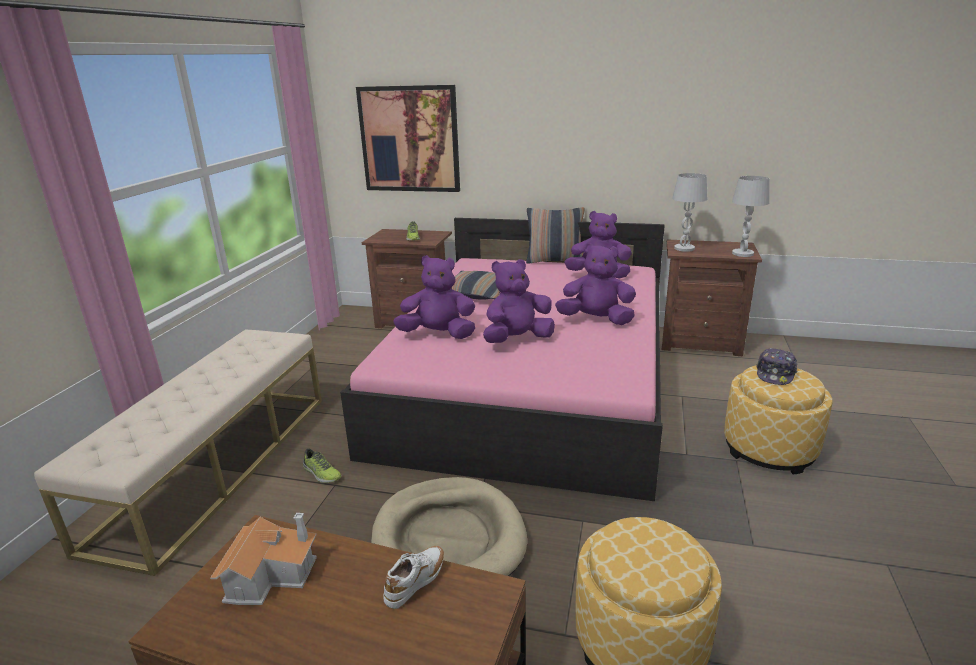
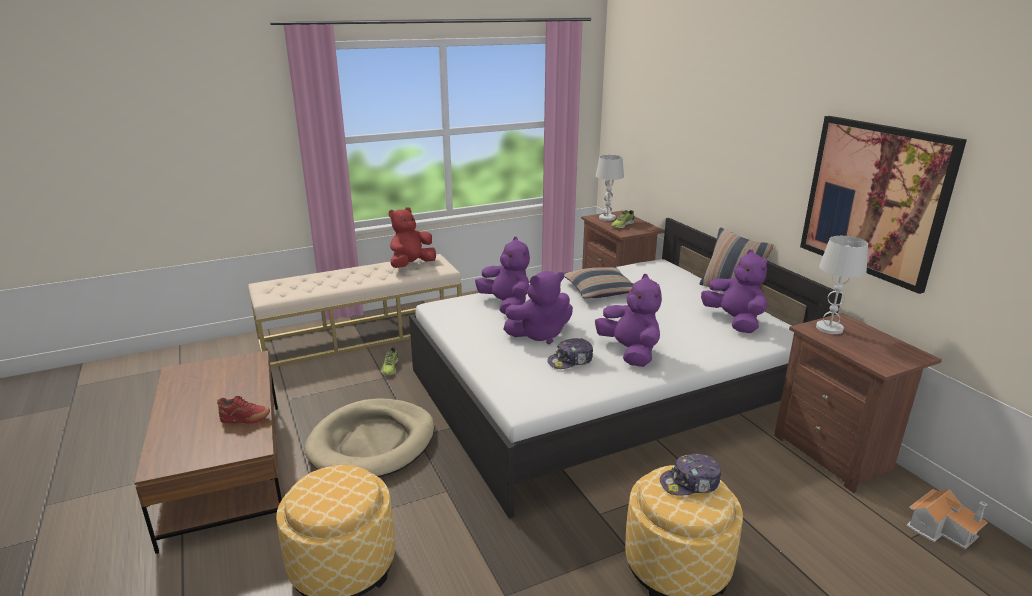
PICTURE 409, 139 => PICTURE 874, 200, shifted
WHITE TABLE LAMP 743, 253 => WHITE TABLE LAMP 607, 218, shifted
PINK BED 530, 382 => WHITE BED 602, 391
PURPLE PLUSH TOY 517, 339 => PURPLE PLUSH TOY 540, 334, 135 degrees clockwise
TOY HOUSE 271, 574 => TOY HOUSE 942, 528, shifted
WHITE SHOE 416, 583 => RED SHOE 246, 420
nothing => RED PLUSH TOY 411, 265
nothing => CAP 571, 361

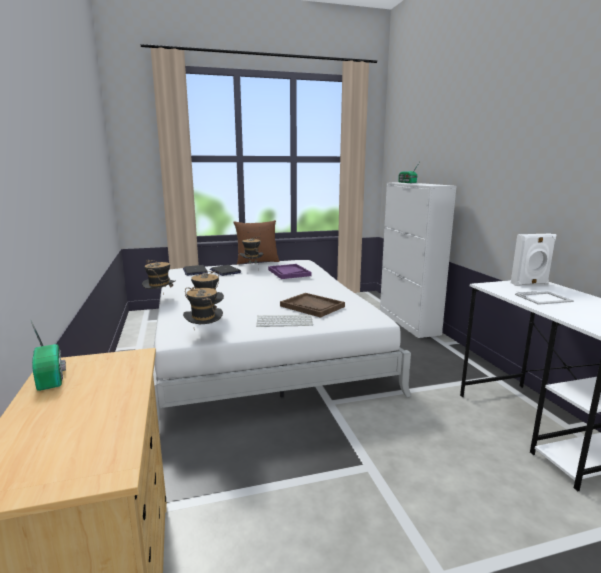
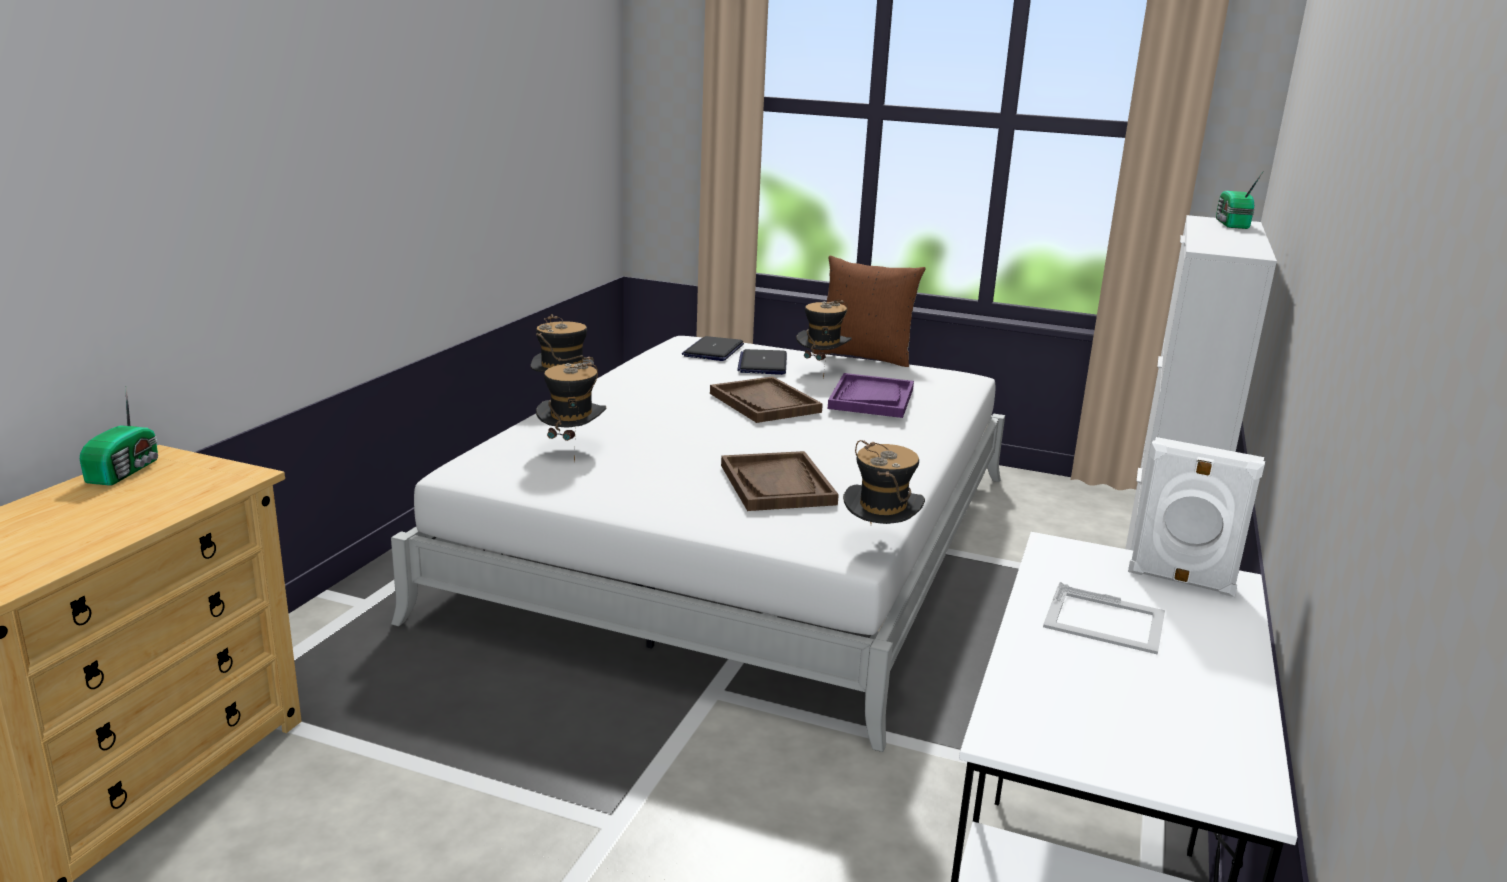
HAT 204, 336 => HAT 879, 544, shifted
KEYBOARD 285, 321 => nothing
nothing => BROWN TRAY 765, 403

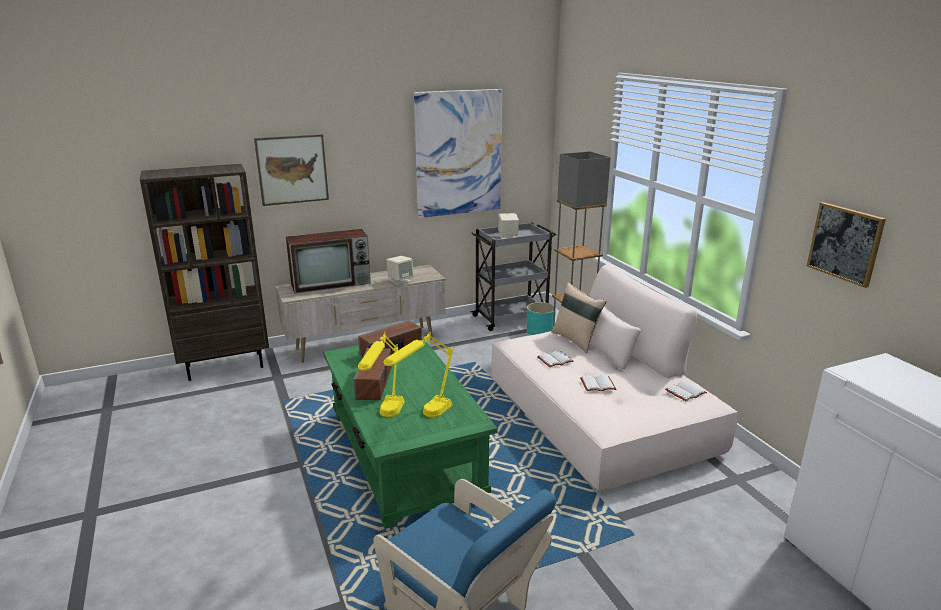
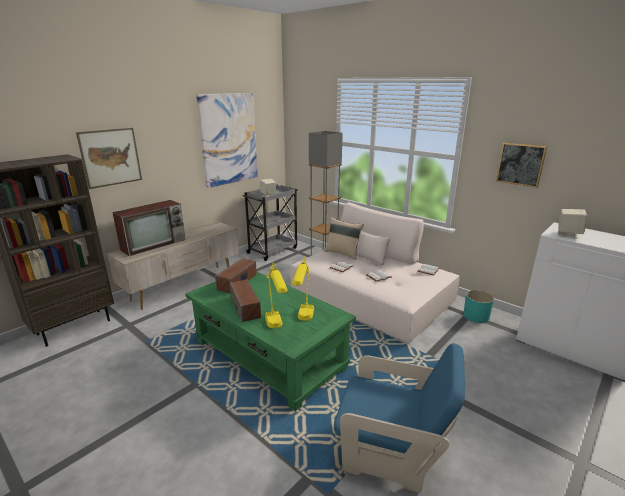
BEIGE SPEAKER 400, 281 => BEIGE SPEAKER 568, 234, shifted
TURQUOISE PLANTER 540, 331 => TURQUOISE PLANTER 476, 316, shifted

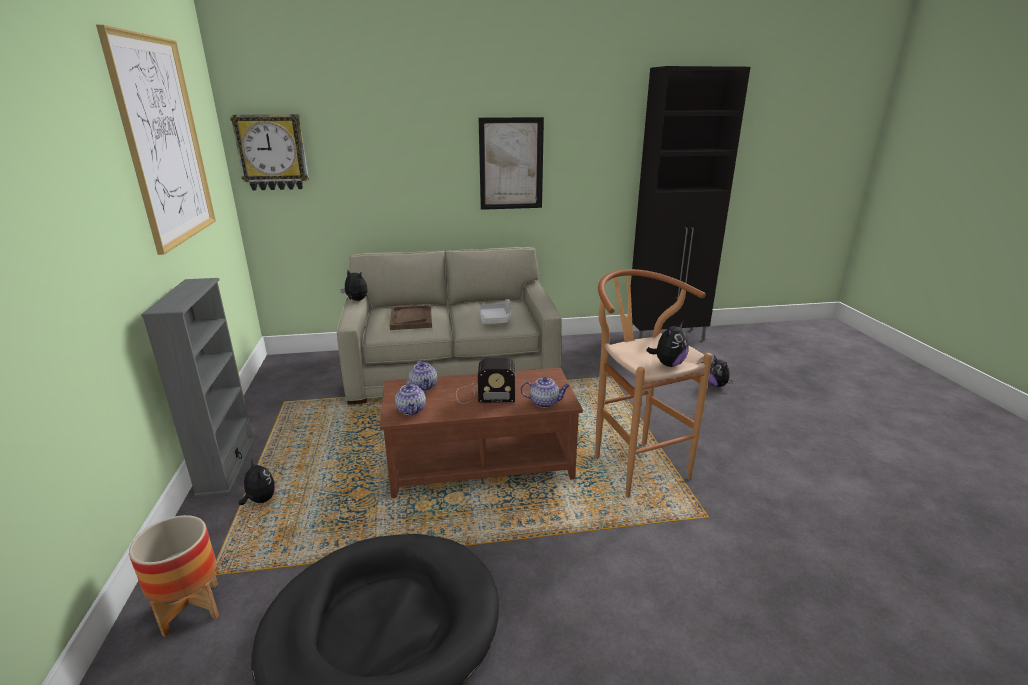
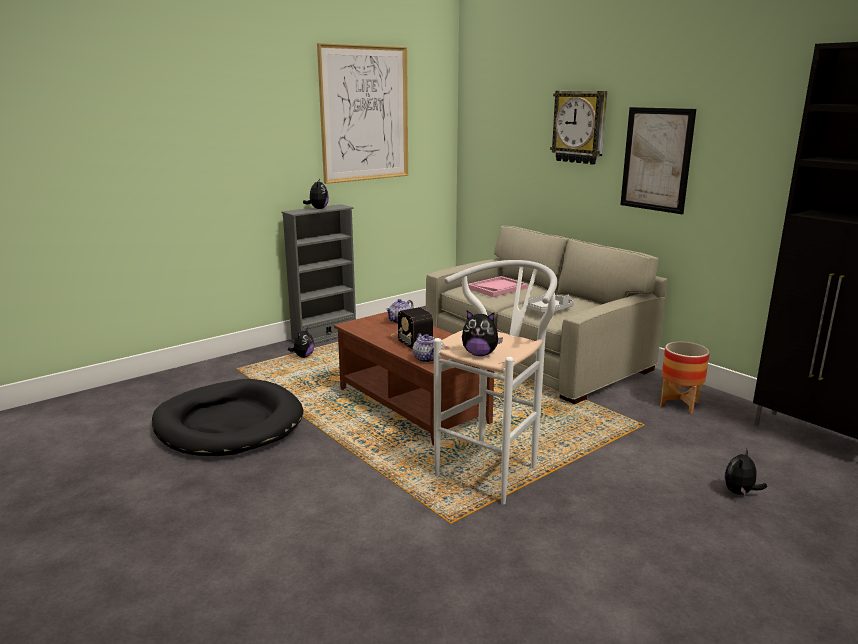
WALL CLOCK 272, 152 => WALL CLOCK 579, 127, shifted
PLUSH TOY 356, 300 => PLUSH TOY 318, 209, shifted
BROWN STOOL 633, 463 => WHITE STOOL 494, 469
BROWN TRAY 411, 319 => PINK TRAY 497, 288
TEAPOT 411, 410 => nothing
PLANTER 192, 608 => PLANTER 680, 404, shifted

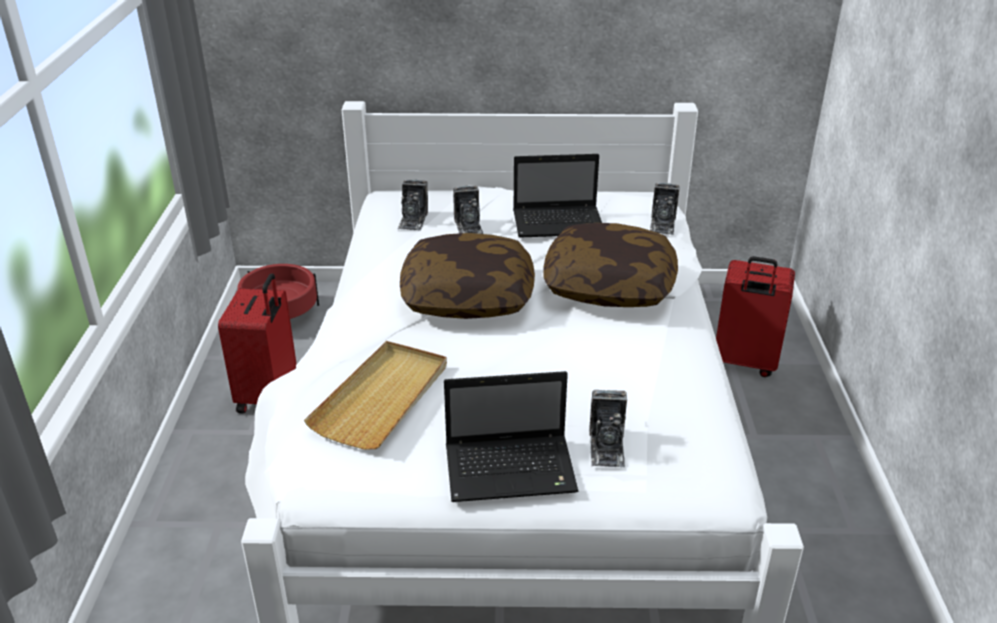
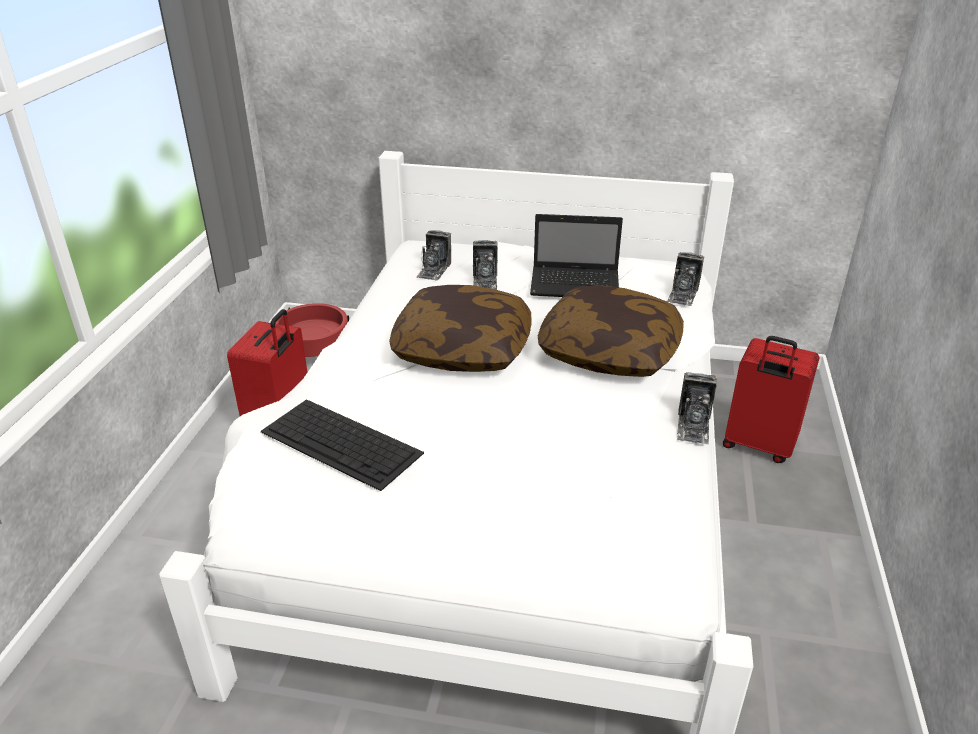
BEIGE TRAY 382, 398 => KEYBOARD 342, 443
LAPTOP 513, 469 => nothing
PHOTO CAMERA 607, 446 => PHOTO CAMERA 693, 425, shifted

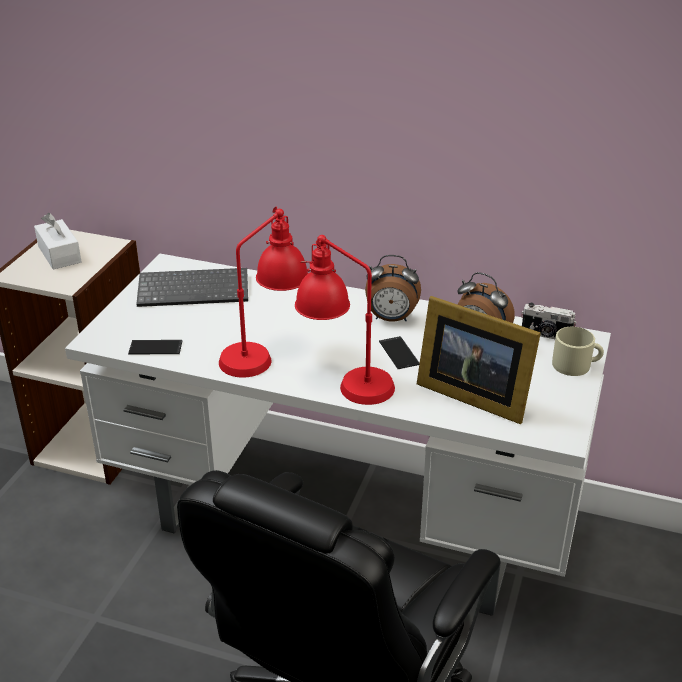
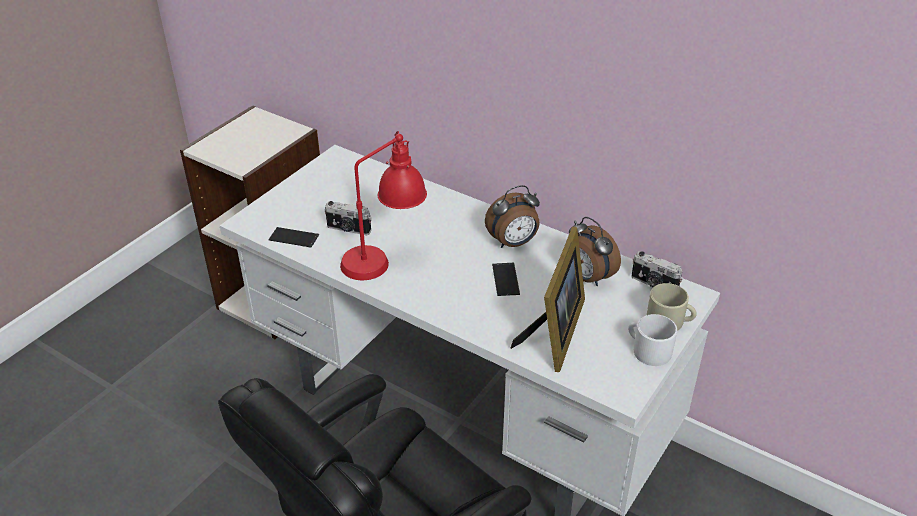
WHITE TISSUE BOX 59, 254 => nothing
RED TABLE LAMP 344, 383 => nothing
ALARM CLOCK 391, 319 => ALARM CLOCK 513, 243, 45 degrees counterclockwise
KEYBOARD 195, 289 => nothing
PICTURE FRAME 471, 394 => PICTURE FRAME 555, 333, 120 degrees counterclockwise
nothing => PHOTO CAMERA 348, 229
nothing => WHITE MUG 647, 350

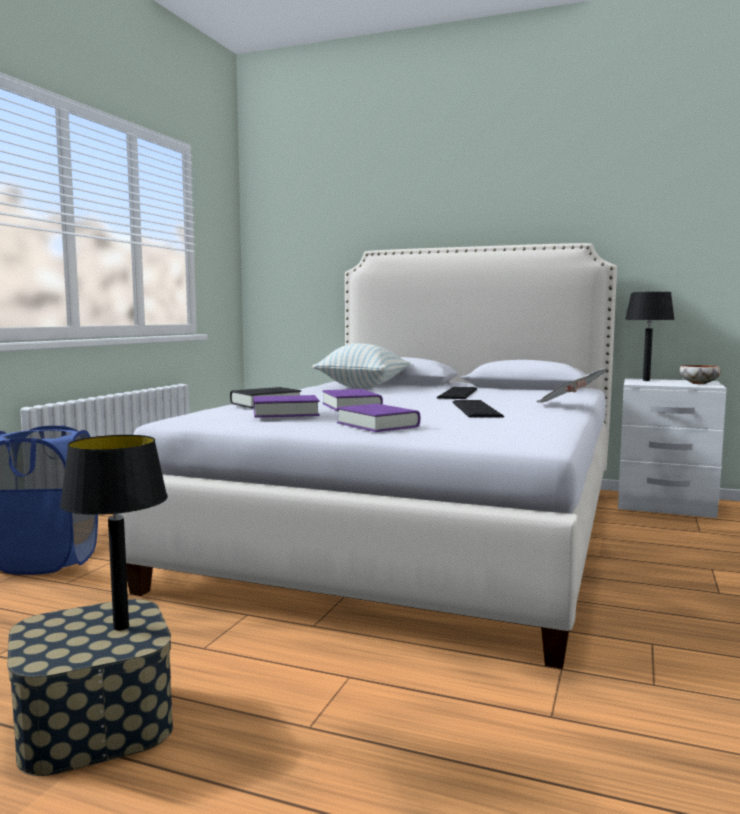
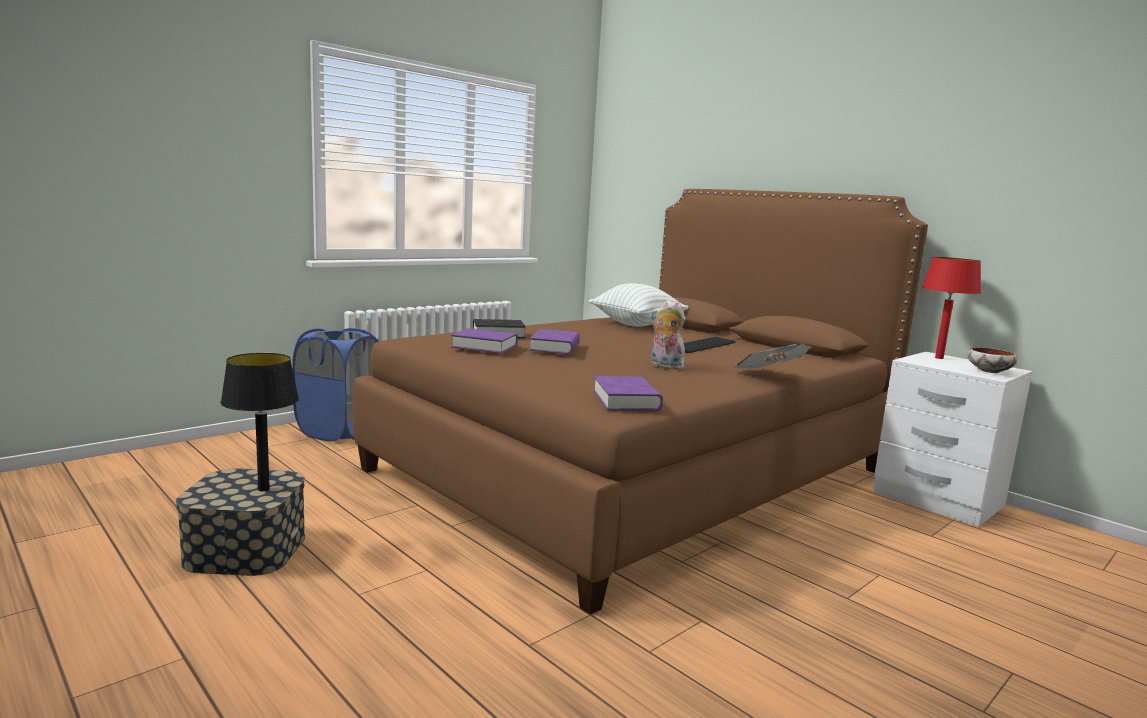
WHITE BED 416, 531 => BROWN BED 635, 469
BLACK TABLE LAMP 646, 380 => RED TABLE LAMP 938, 358
KEYBOARD 478, 409 => PLUSH TOY 664, 366
PURPLE BOOK 377, 425 => PURPLE BOOK 626, 400, shifted

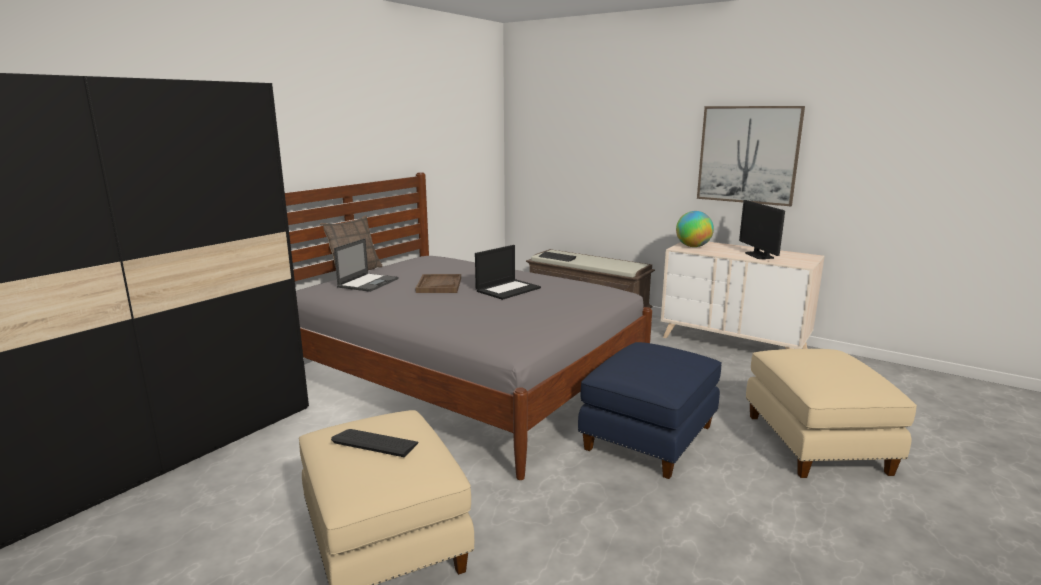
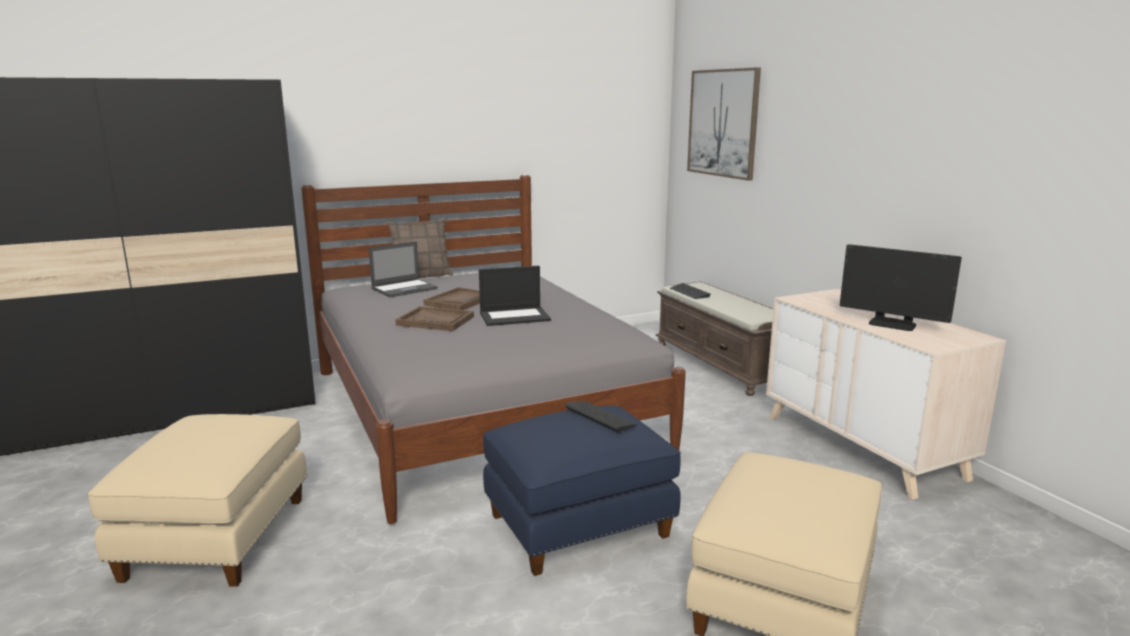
PICTURE 748, 155 => PICTURE 723, 123, shifted
MONITOR 759, 255 => MONITOR 892, 324, 75 degrees counterclockwise
GLOBE 693, 246 => nothing
KEYBOARD 375, 443 => KEYBOARD 600, 417, shifted
nothing => BROWN TRAY 435, 321

